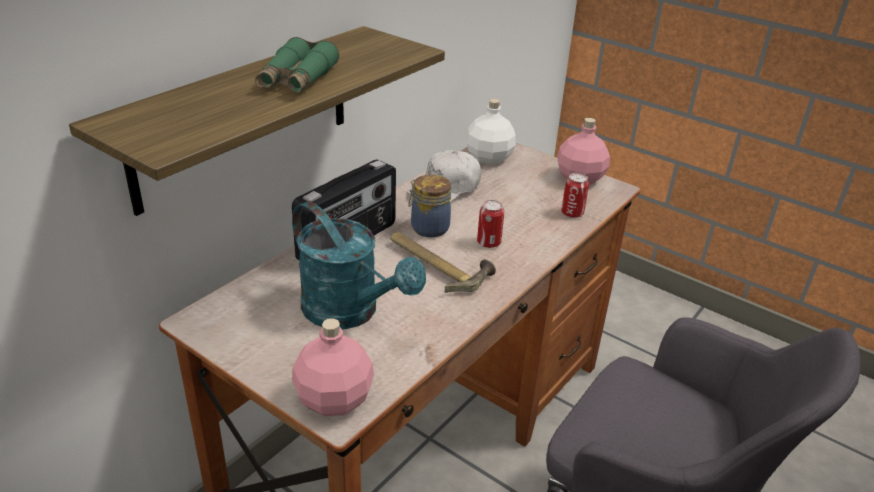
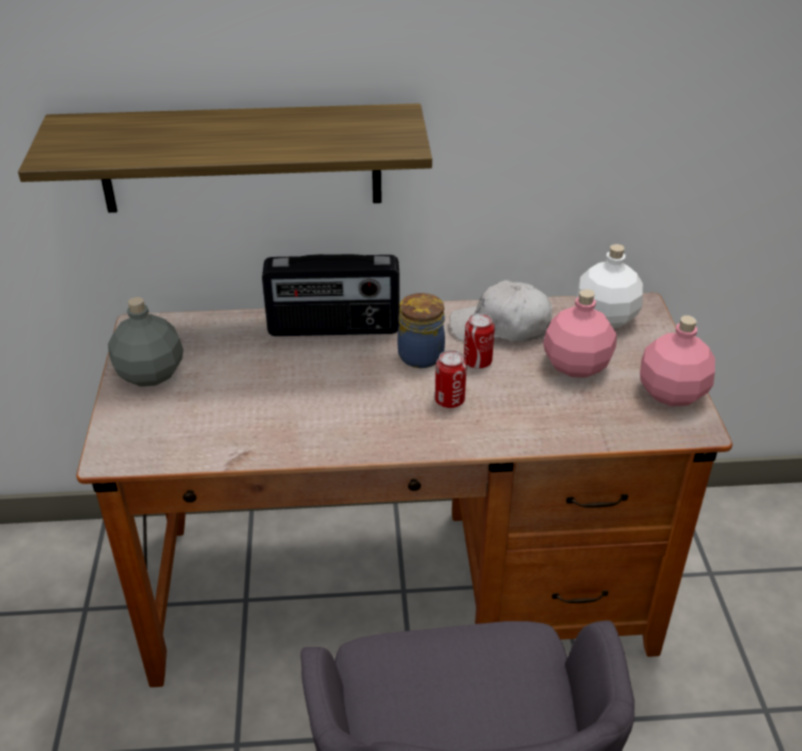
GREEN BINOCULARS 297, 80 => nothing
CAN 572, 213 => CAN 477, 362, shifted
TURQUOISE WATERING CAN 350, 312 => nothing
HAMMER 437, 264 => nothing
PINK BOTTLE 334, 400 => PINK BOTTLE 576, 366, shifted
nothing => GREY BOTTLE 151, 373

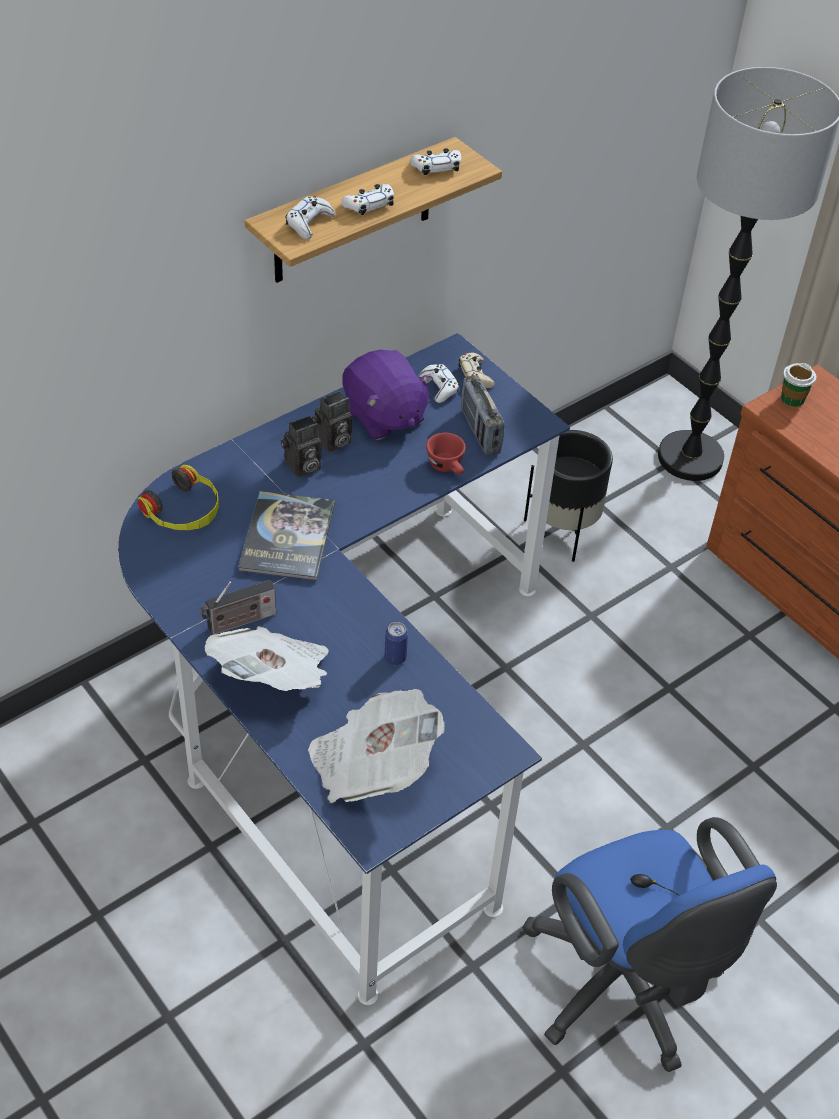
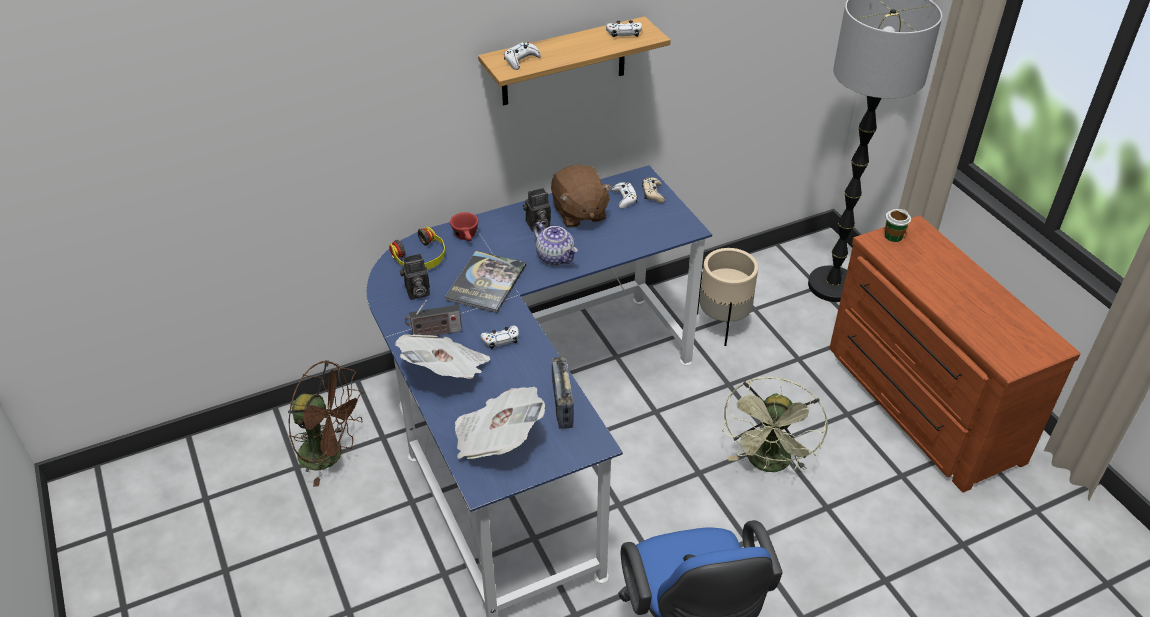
WHITE GAME CONTROLLER 369, 205 => WHITE GAME CONTROLLER 500, 340, shifted
PURPLE PLUSH TOY 384, 416 => BROWN PLUSH TOY 579, 213
RADIO 480, 432 => RADIO 562, 405, shifted
PHOTO CAMERA 302, 467 => PHOTO CAMERA 416, 292, shifted
BLACK PLANTER 564, 531 => BEIGE PLANTER 723, 324
RED CUP 448, 467 => RED CUP 466, 237, shifted
CAN 395, 658 => nothing
nothing => TEAPOT 556, 257
nothing => BROWN FAN 330, 455
nothing => GREEN FAN 769, 464

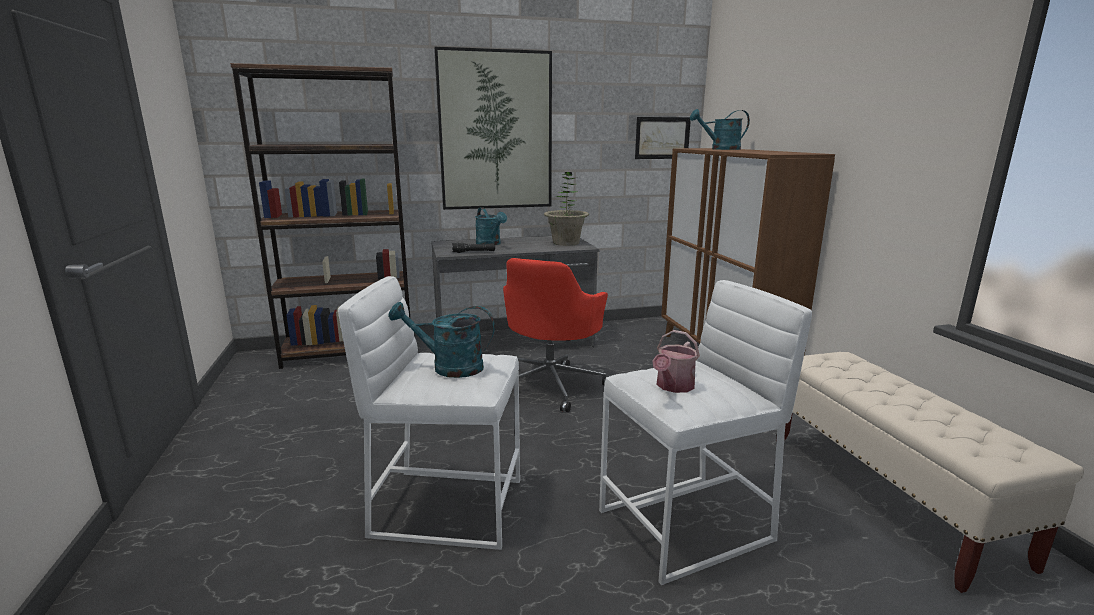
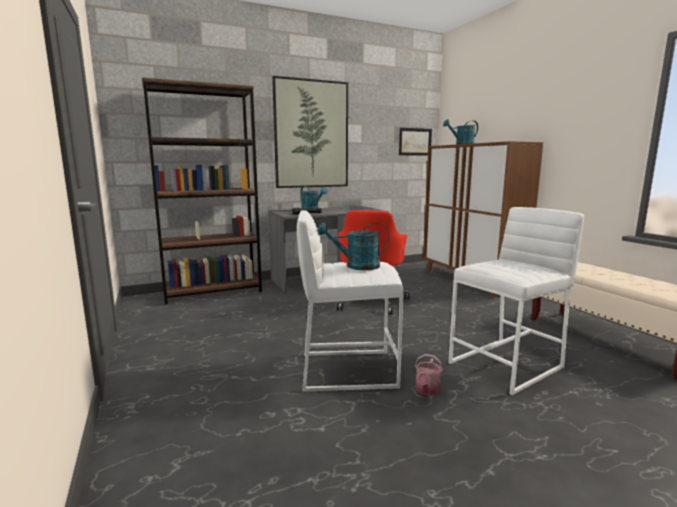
POTTED PLANT 566, 243 => nothing
WATERING CAN 673, 386 => WATERING CAN 426, 390, shifted

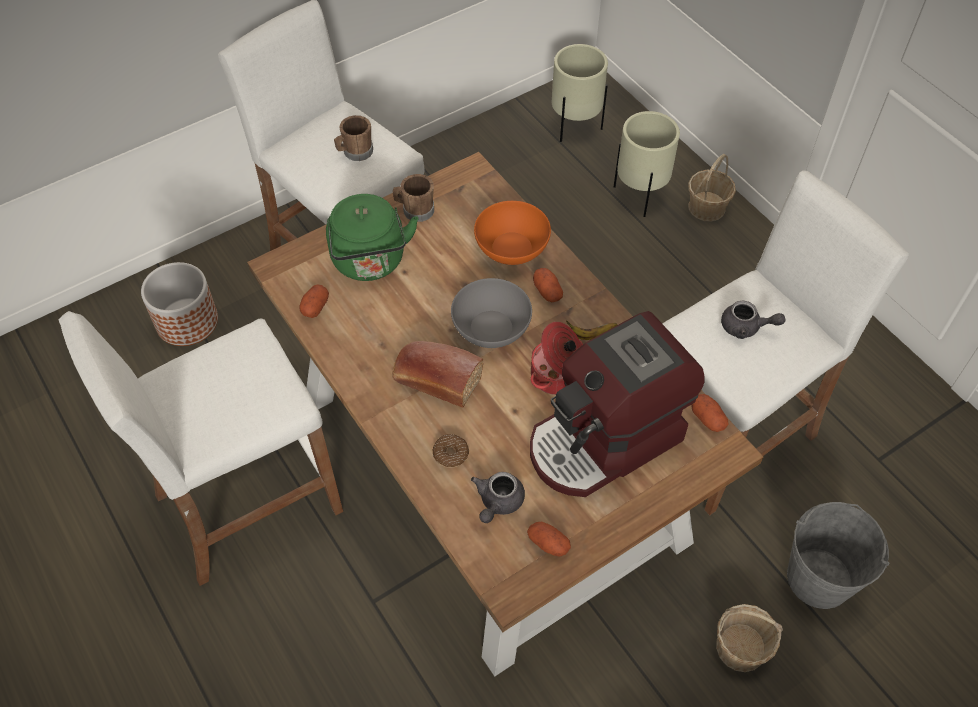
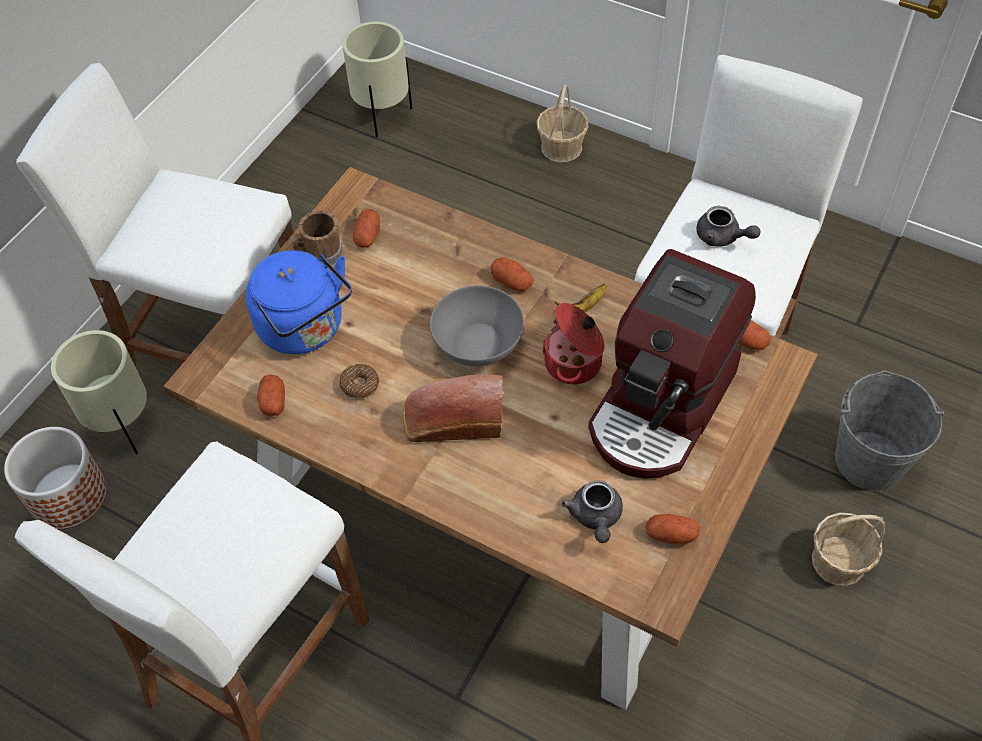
BEIGE PLANTER 639, 195 => BEIGE PLANTER 123, 426, shifted
BROWN MUG 355, 152 => nothing
GREEN KETTLE 370, 262 => BLUE KETTLE 305, 329
ORANGE BOWL 512, 248 => nothing
GREY TEAPOT 746, 327 => GREY TEAPOT 722, 237, 45 degrees clockwise
DONUT 450, 454 => DONUT 360, 385, shifted
nothing => POTATO 368, 236

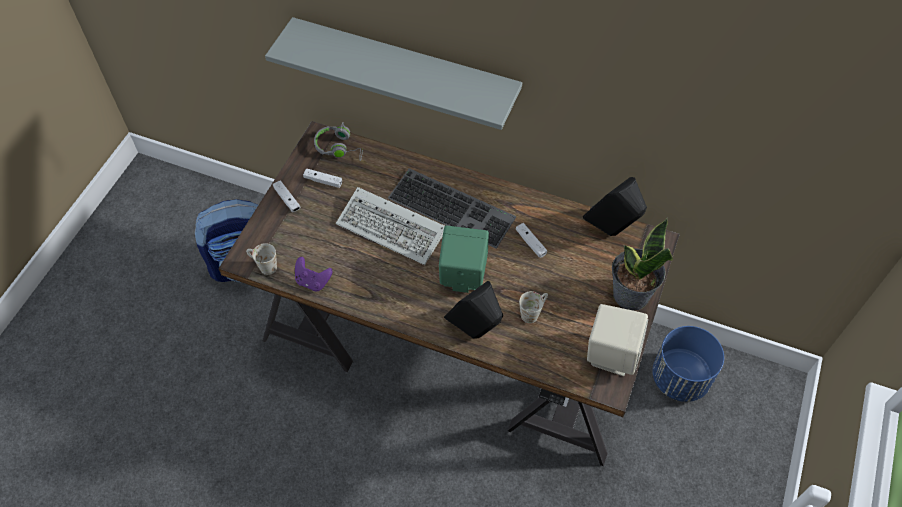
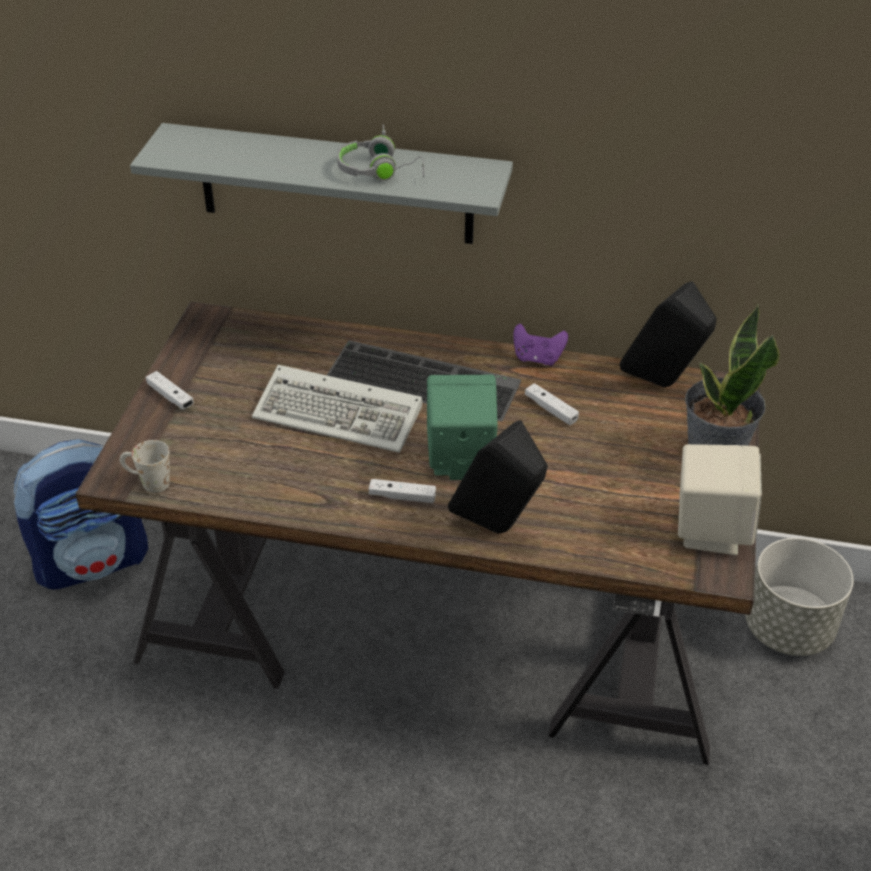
GREY HEADPHONES 339, 148 => GREY HEADPHONES 380, 171, shifted
WHITE GAME CONTROLLER 323, 181 => WHITE GAME CONTROLLER 402, 497, shifted
PURPLE GAME CONTROLLER 313, 281 => PURPLE GAME CONTROLLER 537, 358, shifted
WHITE MUG 533, 312 => nothing
BLUE PLANTER 680, 378 => GREY PLANTER 789, 629

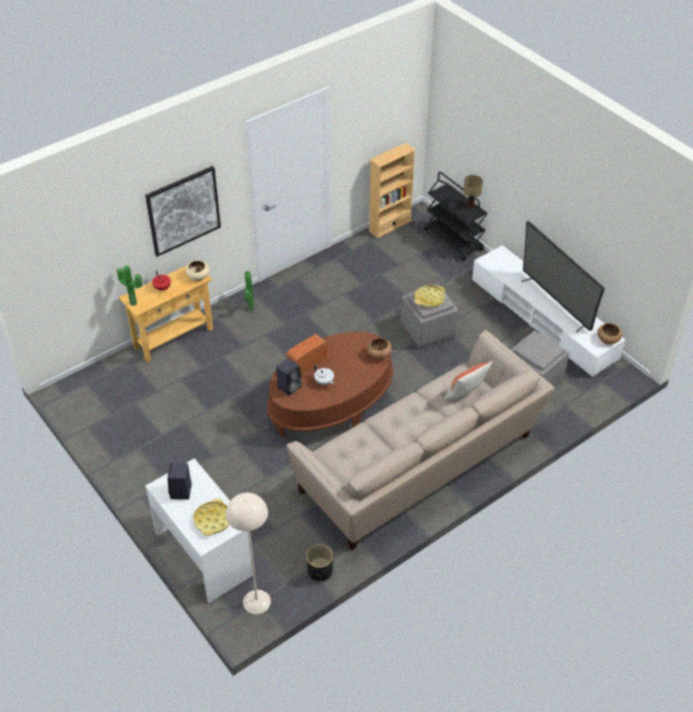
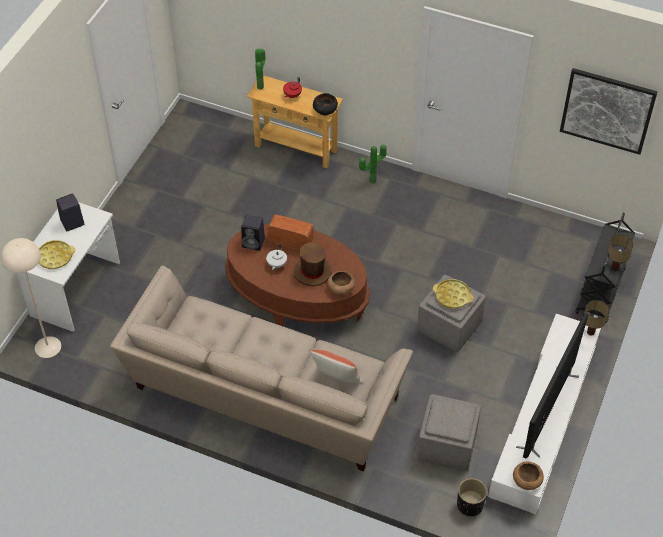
BEIGE BOOKCASE 390, 225 => nothing
PICTURE 183, 210 => PICTURE 607, 110, shifted
BEIGE BOWL 198, 276 => BLACK BOWL 325, 110
BLACK PLANTER 320, 571 => BLACK PLANTER 469, 505, shifted
nothing => BROWN HAT 312, 272
nothing => TABLE LAMP 590, 332

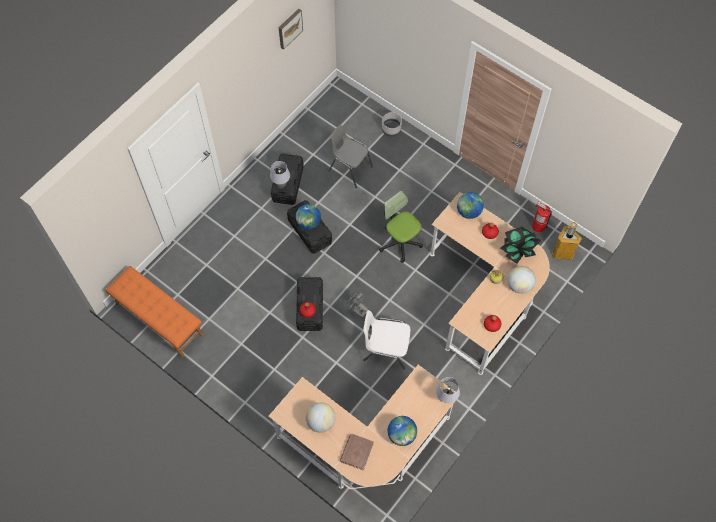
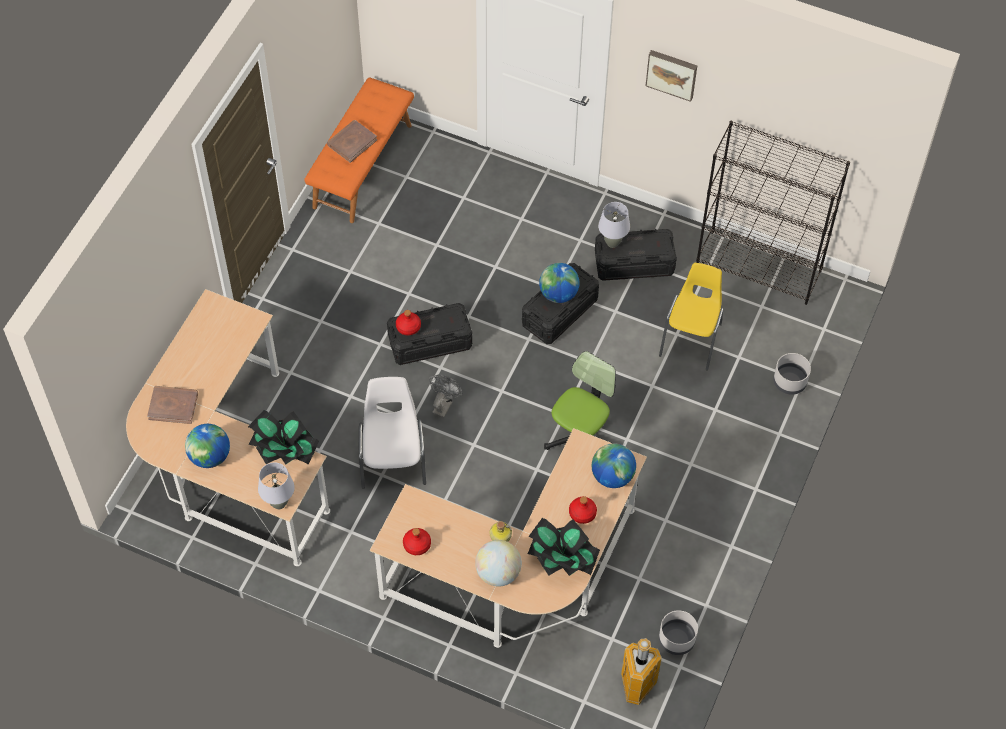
PICTURE 289, 28 => PICTURE 672, 73, shifted
GREY CHAIR 350, 169 => YELLOW CHAIR 691, 339
FIRE EXTINGUISHER 538, 226 => GREY PLANTER 676, 639
GLOBE 321, 421 => nothing
nothing => BROWN BOOK 352, 142
nothing => BLACK BOOKCASE 759, 267
nothing => POTTED PLANT 285, 451

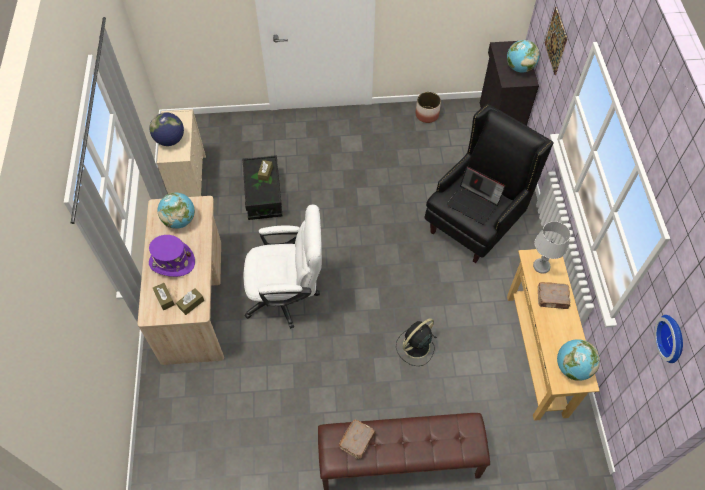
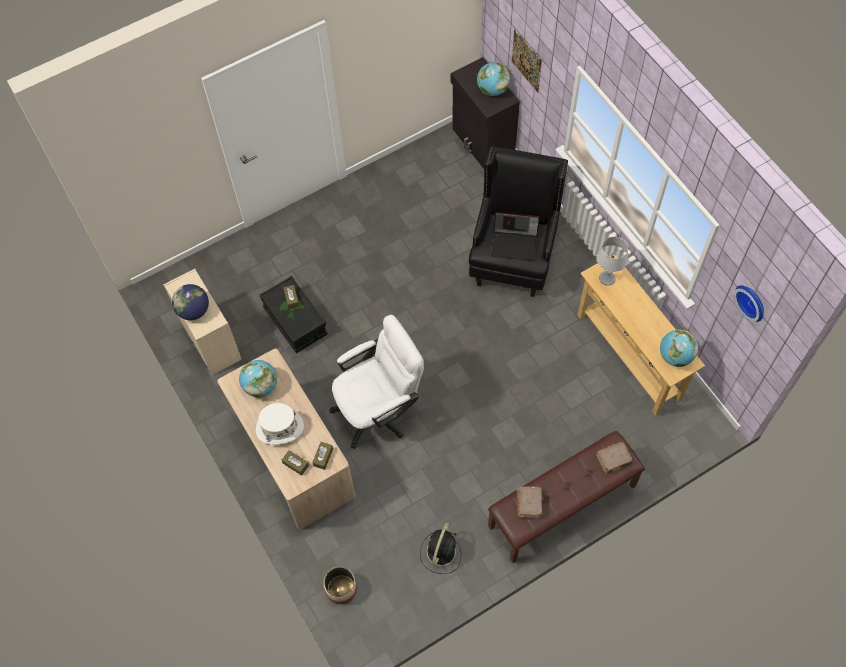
PLANTER 426, 114 => PLANTER 341, 589, shifted
PURPLE HAT 172, 262 => WHITE HAT 279, 428
BROWN BOOK 552, 298 => BROWN BOOK 614, 460, shifted
BLACK FAN 415, 346 => BLACK FAN 440, 553, shifted

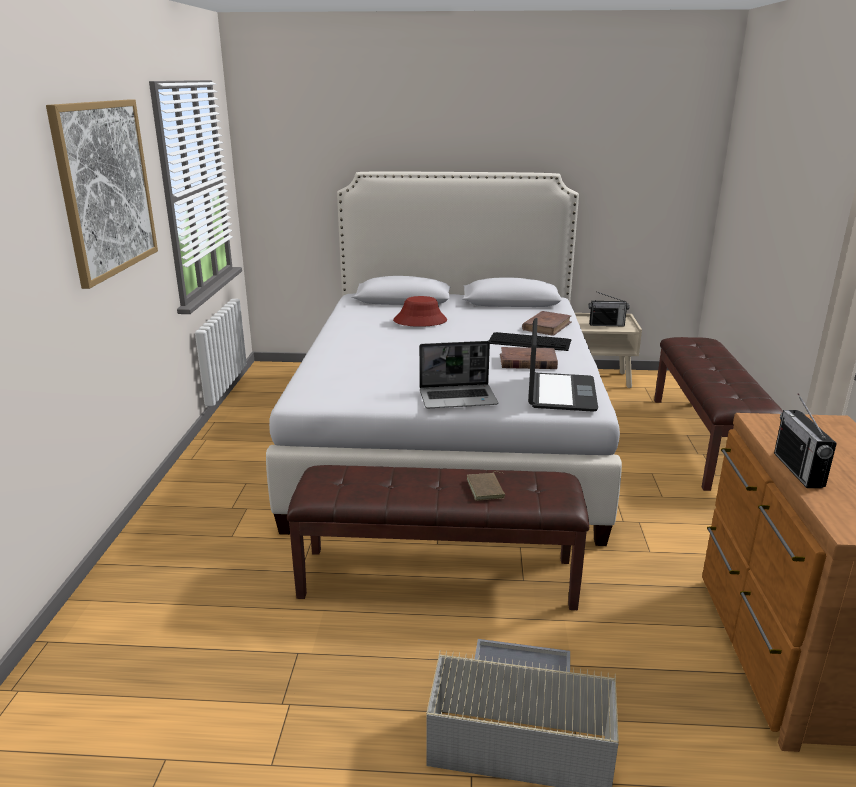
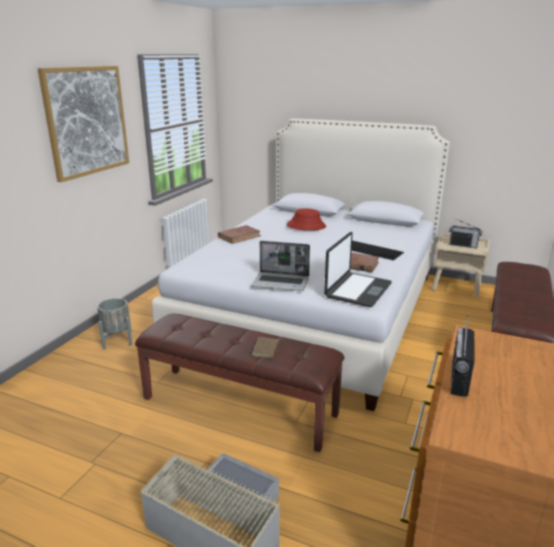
BROWN BOOK 547, 326 => BROWN BOOK 239, 236, shifted
nothing => GREY PLANTER 117, 340

